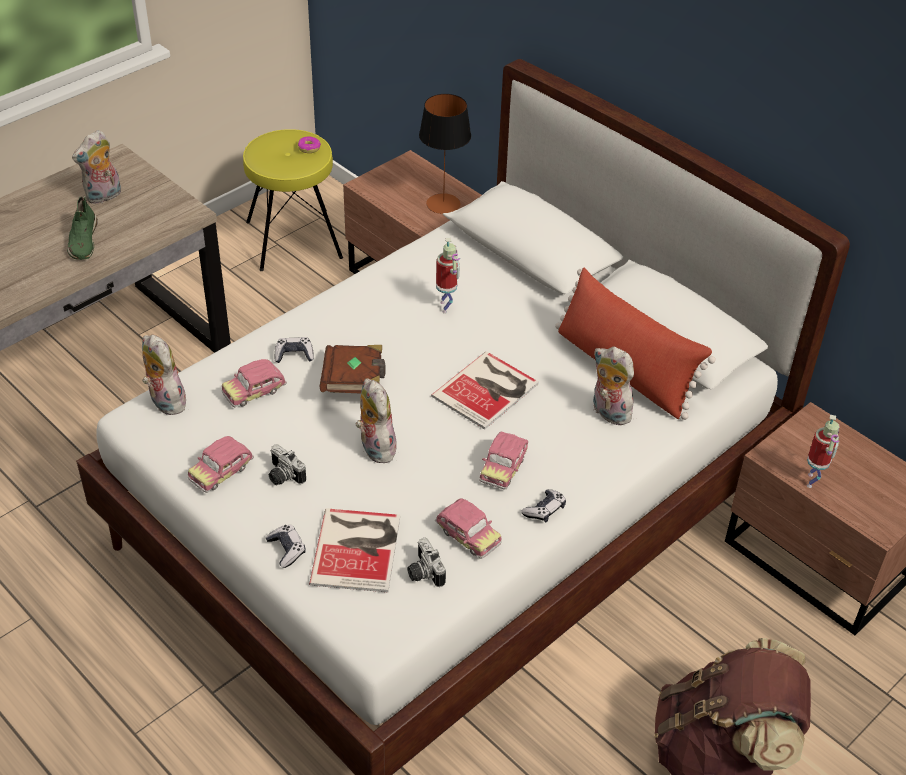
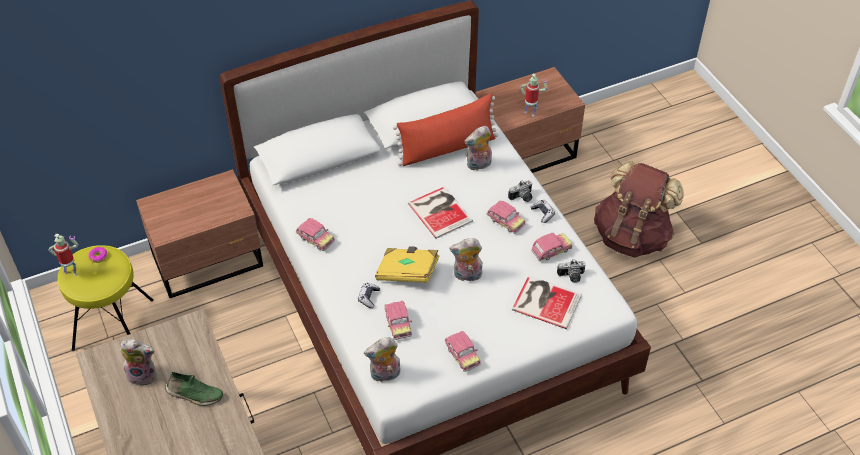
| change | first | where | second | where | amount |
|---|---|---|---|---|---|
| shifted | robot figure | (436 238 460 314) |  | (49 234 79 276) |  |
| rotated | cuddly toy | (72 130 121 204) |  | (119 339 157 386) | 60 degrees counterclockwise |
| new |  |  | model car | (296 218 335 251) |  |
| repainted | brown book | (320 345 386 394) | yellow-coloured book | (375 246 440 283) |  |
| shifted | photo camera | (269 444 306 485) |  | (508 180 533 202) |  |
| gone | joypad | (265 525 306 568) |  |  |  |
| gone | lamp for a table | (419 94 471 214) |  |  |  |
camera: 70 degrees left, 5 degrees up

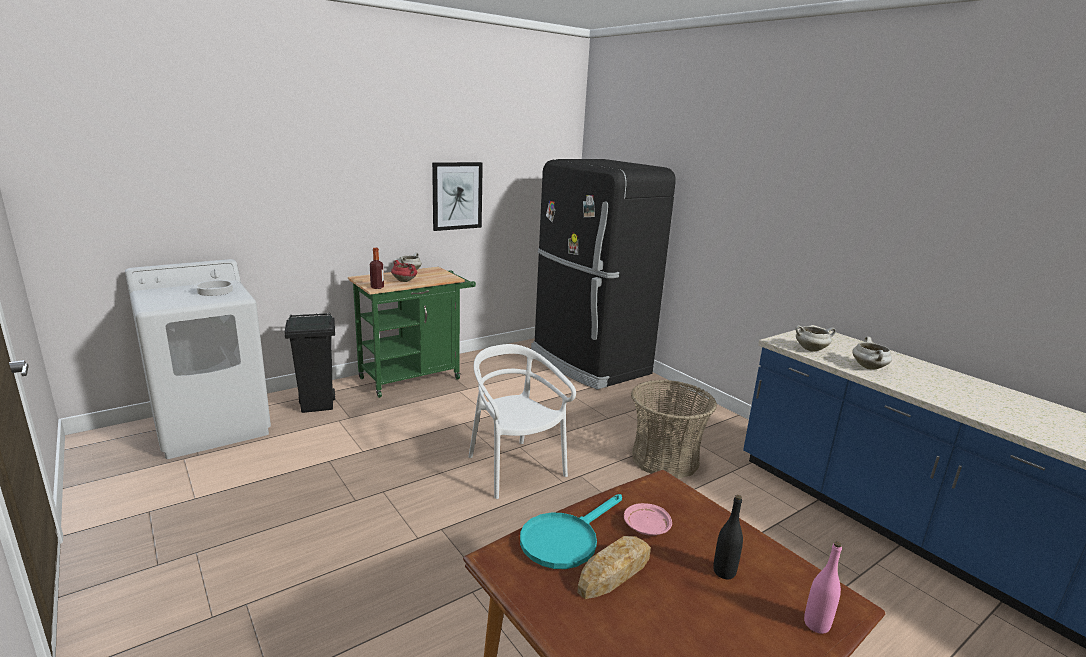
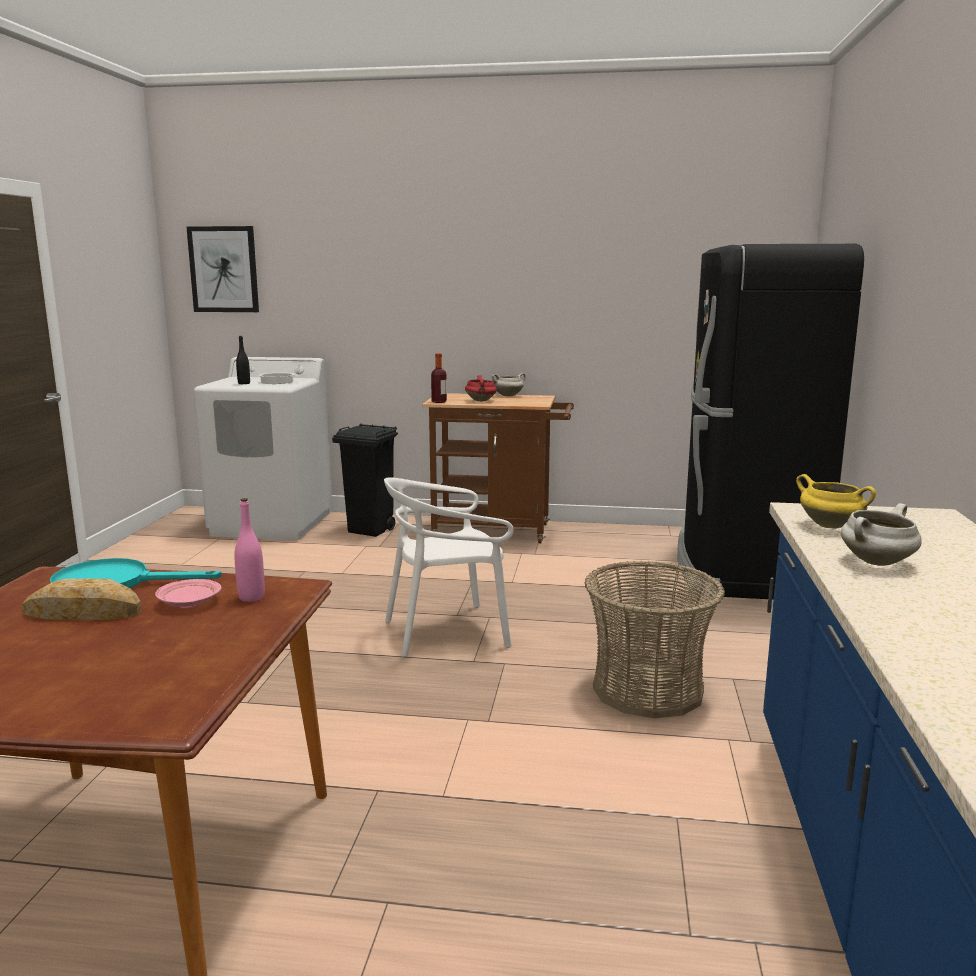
| change | first | where | second | where | amount |
|---|---|---|---|---|---|
| shifted | picture | (432 162 483 231) |  | (187 226 259 312) |  |
| shifted | pinkish drink bottle | (804 541 842 634) |  | (234 498 265 602) |  |
| shifted | black drink bottle | (713 495 743 579) |  | (236 336 250 384) |  |
| rotated | white plain chair | (469 344 576 499) |  | (384 477 514 657) | 120 degrees counterclockwise |
| repainted | green trolley | (348 267 476 398) | brown trolley | (422 393 574 544) |  |
| repainted | white cooking pot | (795 325 836 352) | yellow-coloured cooking pot | (796 474 876 529) |  |
camera: 45 degrees right, 5 degrees down

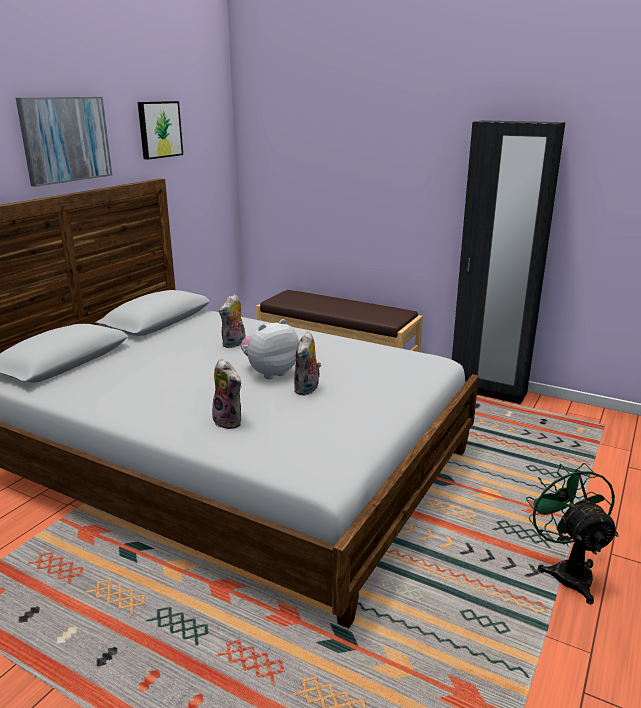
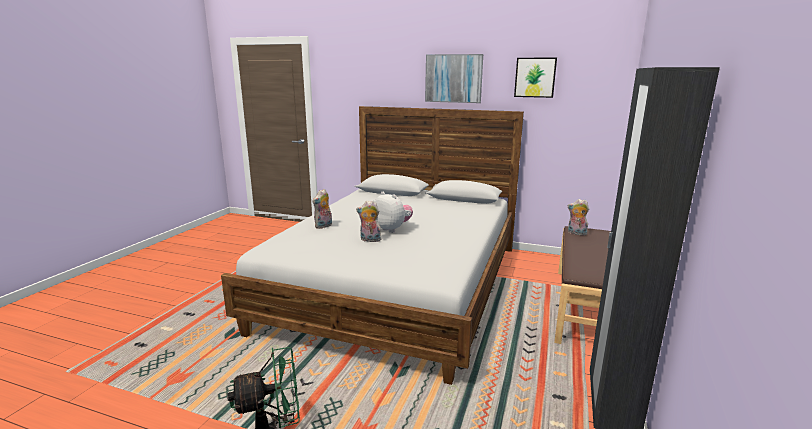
| change | first | where | second | where | amount |
|---|---|---|---|---|---|
| shifted | cuddly toy | (219 294 245 348) |  | (568 199 589 235) |  |
camera: 80 degrees right, 5 degrees down

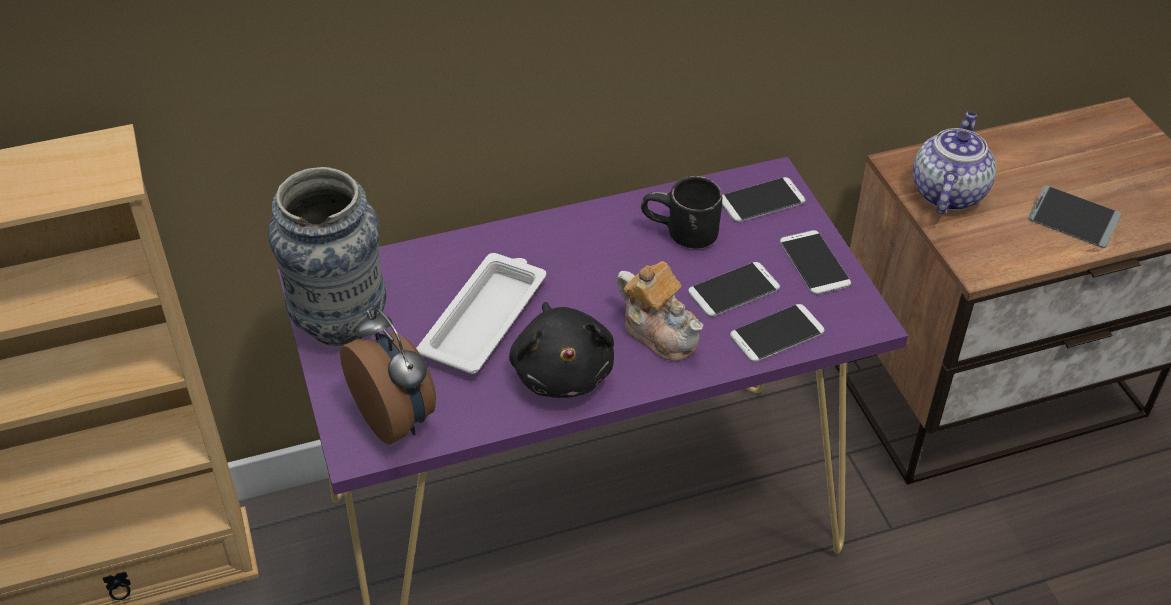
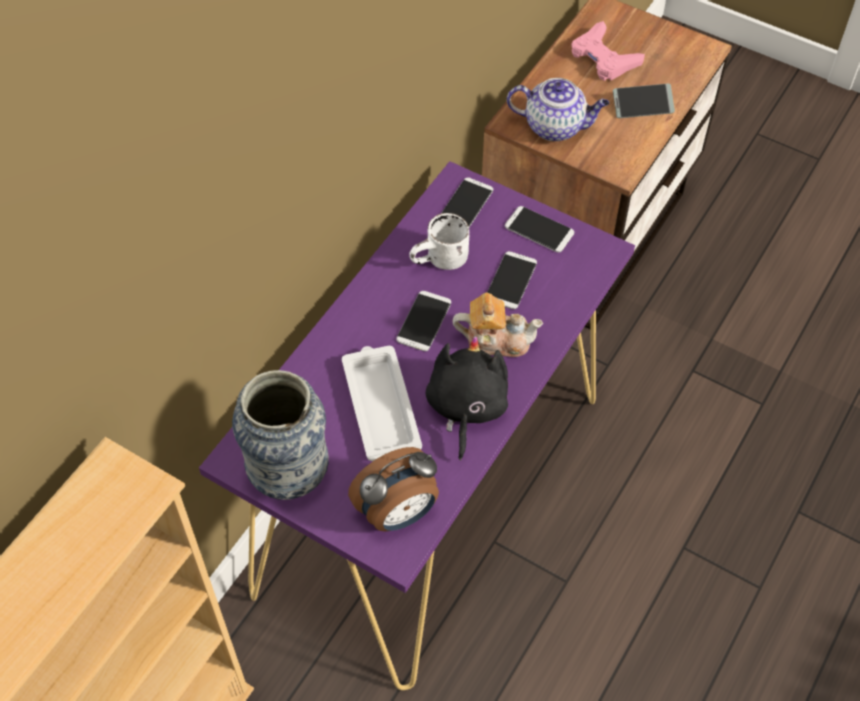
| change | first | where | second | where | amount |
|---|---|---|---|---|---|
| rotated | bedside clock | (340 308 436 445) |  | (348 447 439 531) | 135 degrees clockwise |
| shifted | handset | (730 304 825 362) |  | (396 291 451 351) |  |
| repainted | black tea mug | (641 176 723 248) | white tea mug | (409 213 469 270) |  |
| rotated | black cuddly toy | (509 302 614 398) |  | (426 336 508 461) | 120 degrees counterclockwise |
| rotated | pot for tea | (913 111 996 214) |  | (507 78 609 141) | 120 degrees clockwise |
| new |  |  | pinkish joypad | (571 21 645 81) |  |
camera: 40 degrees left, 10 degrees up

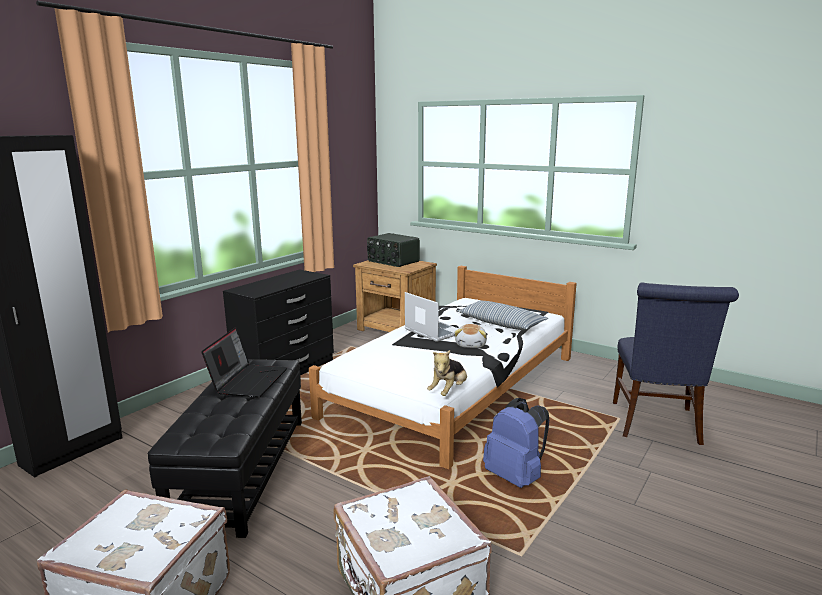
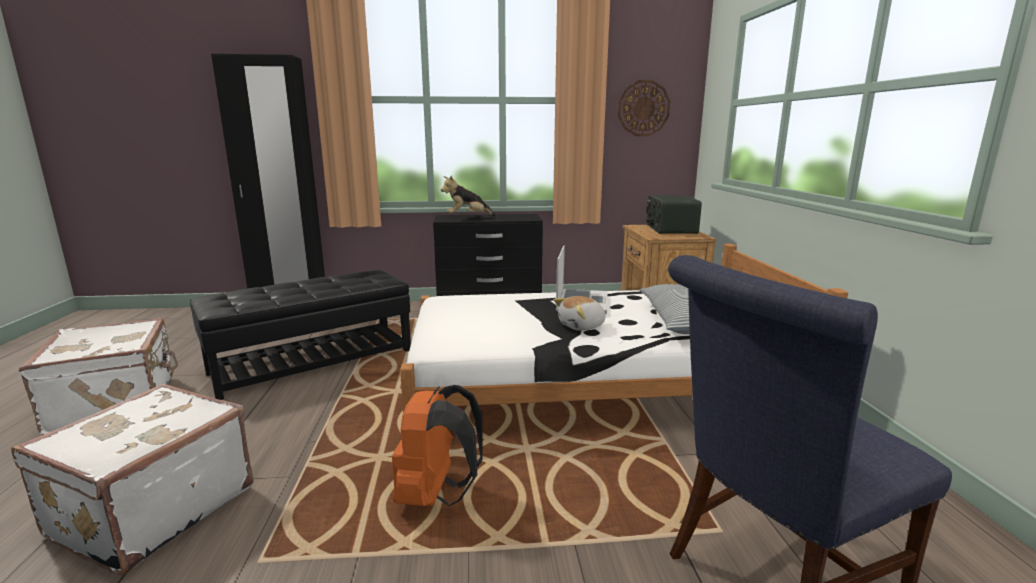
| change | first | where | second | where | amount |
|---|---|---|---|---|---|
| repainted | blue knapsack | (483 398 549 488) | orange knapsack | (392 385 483 506) |  |
| shifted | cuddly toy | (427 350 467 396) |  | (441 176 497 217) |  |
| new |  |  | wall clock | (618 80 670 136) |  |
| gone | laptop | (201 327 287 397) |  |  |  |
camera: 50 degrees right, 0 degrees up

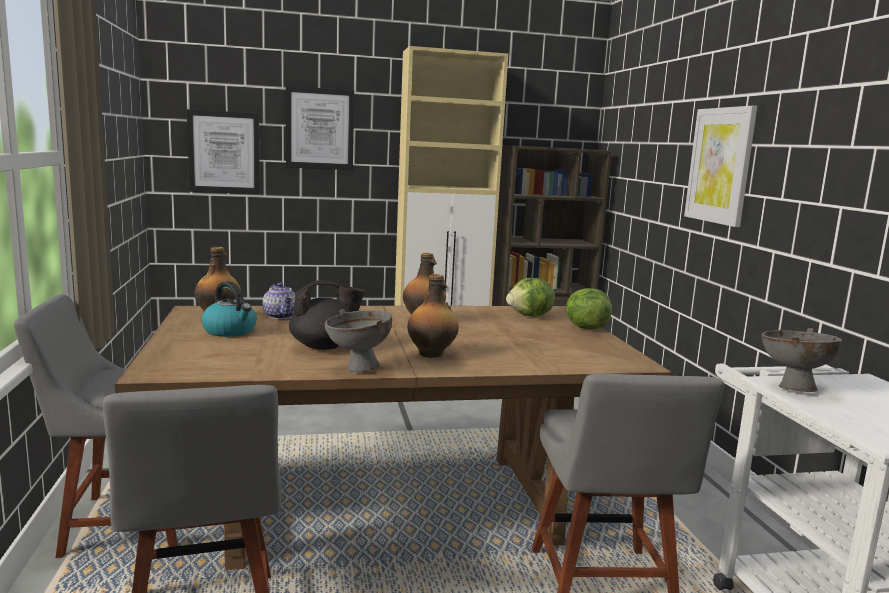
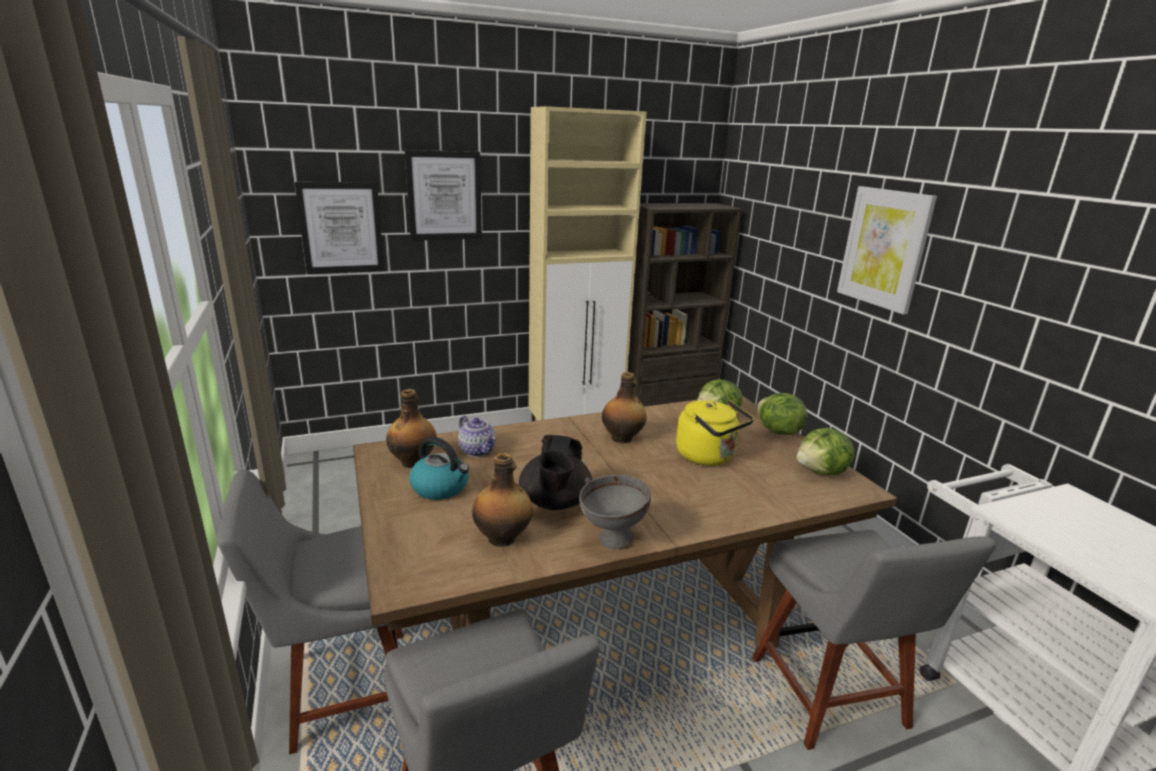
| change | first | where | second | where | amount |
|---|---|---|---|---|---|
| shifted | drink bottle | (407 274 459 358) |  | (472 453 533 547) |  |
| rotated | black pot for tea | (289 280 365 350) |  | (519 435 592 510) | 120 degrees clockwise |
| new |  |  | yellow-coloured tea kettle | (676 400 754 466) |  |
| new |  |  | head of lettuce | (797 428 855 475) |  |
| gone | gray bowl | (762 328 842 392) |  |  |  |
camera: 10 degrees left, 10 degrees up

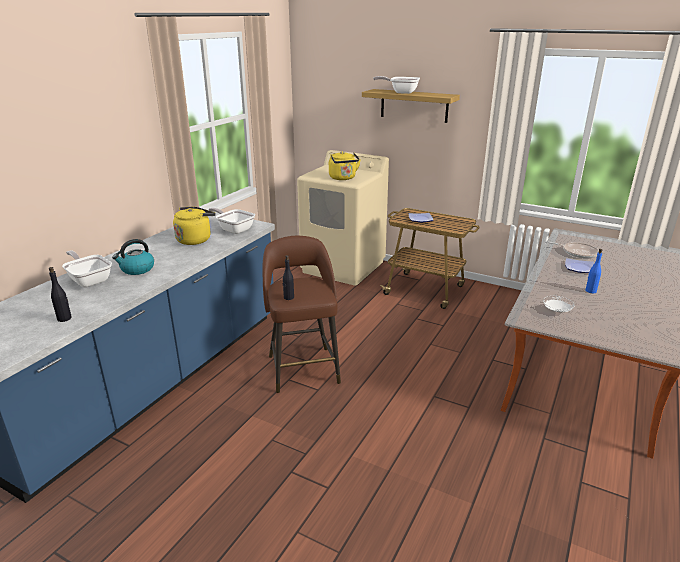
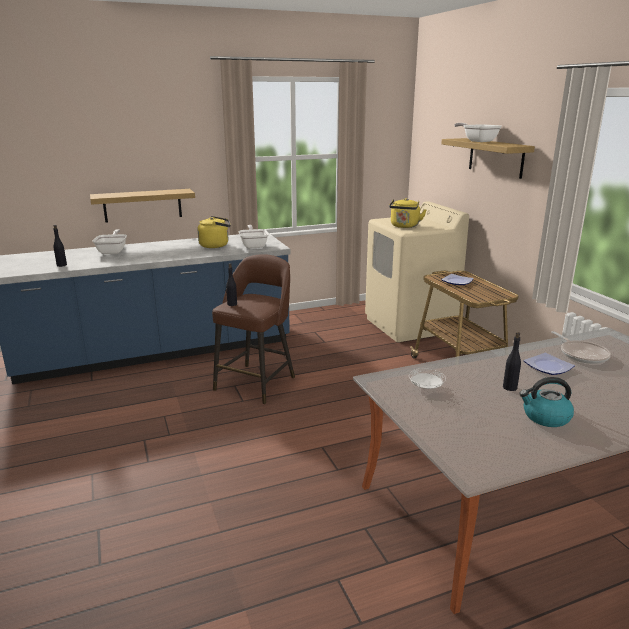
| change | first | where | second | where | amount |
|---|---|---|---|---|---|
| new |  |  | shelf | (90 189 195 223) |  |
| repainted | blue drink bottle | (585 249 602 293) | black drink bottle | (503 332 521 391) |  |
| shifted | tea kettle | (112 239 154 275) |  | (519 377 574 427) |  |
camera: 40 degrees right, 5 degrees down

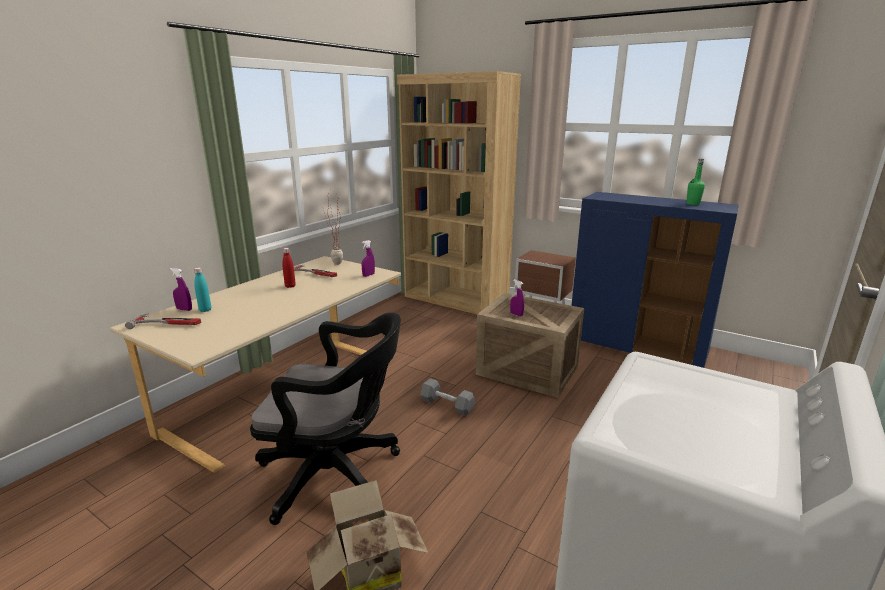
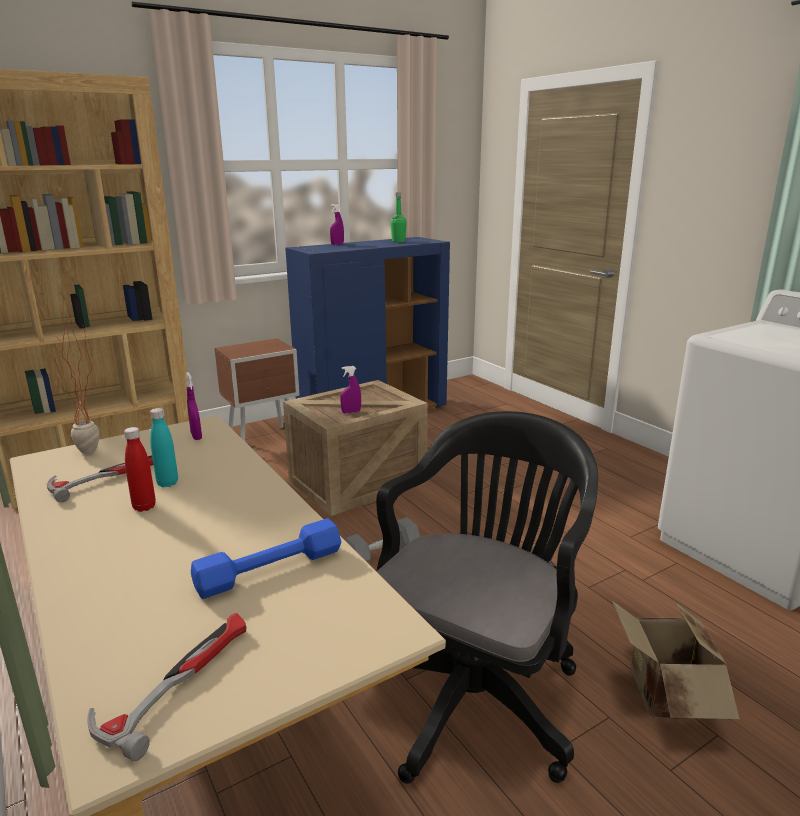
| change | first | where | second | where | amount |
|---|---|---|---|---|---|
| shifted | blue-green drink bottle | (194 267 211 312) |  | (150 408 178 487) |  |
| new |  |  | blue free weight | (191 518 341 599) |  |
| shifted | purple-coloured sprayer | (170 268 192 311) |  | (330 204 344 245) |  |
camera: 65 degrees left, 0 degrees up

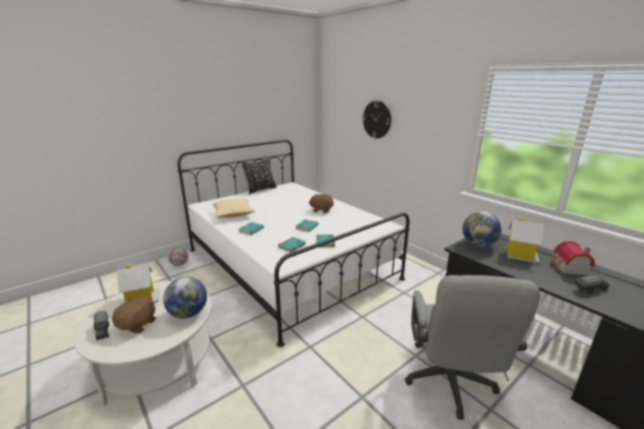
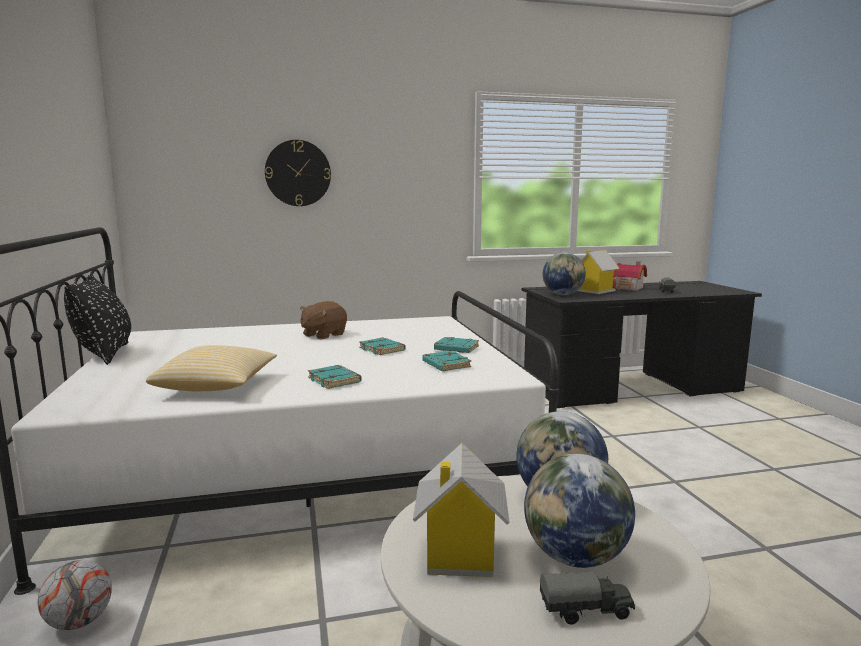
| change | first | where | second | where | amount |
|---|---|---|---|---|---|
| swapped | brown cuddly toy | (112 296 156 333) | desk globe | (524 454 635 568) |  |
| gone | gray computer chair | (405 275 540 420) |  |  |  |
camera: 65 degrees left, 10 degrees down

